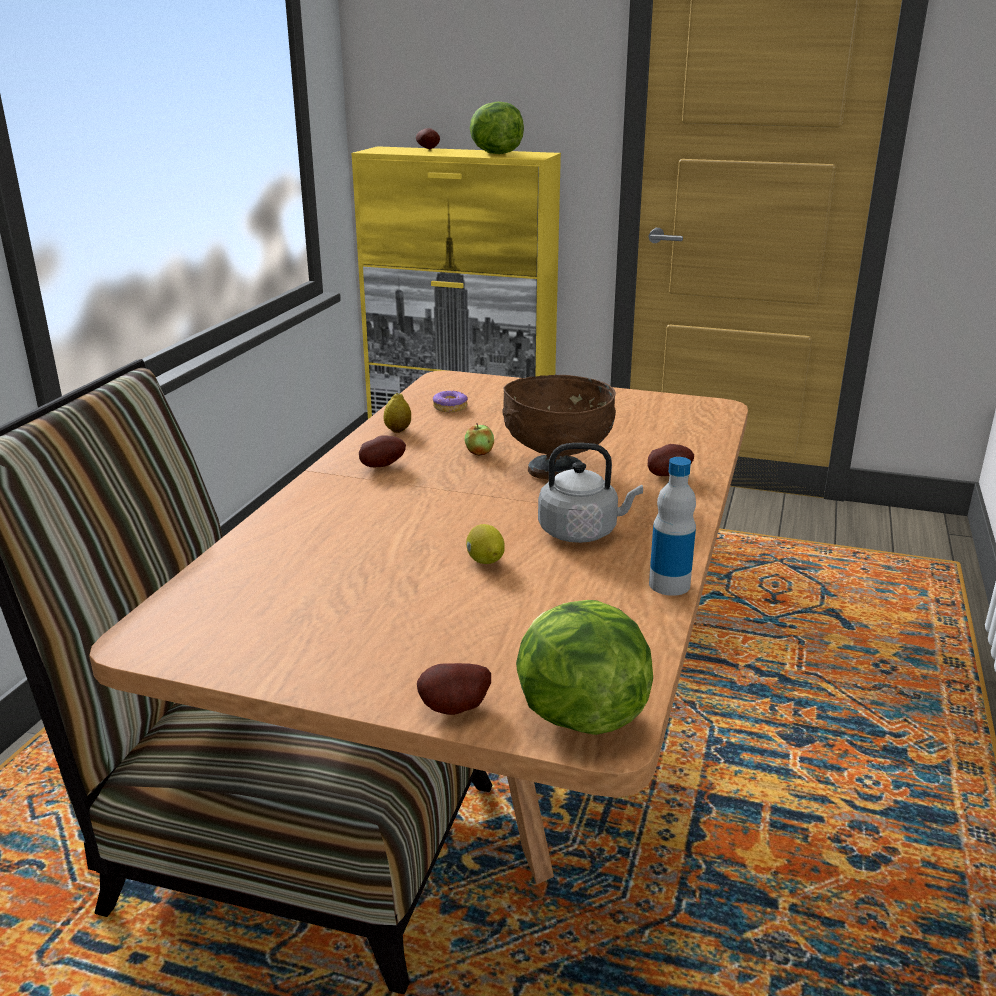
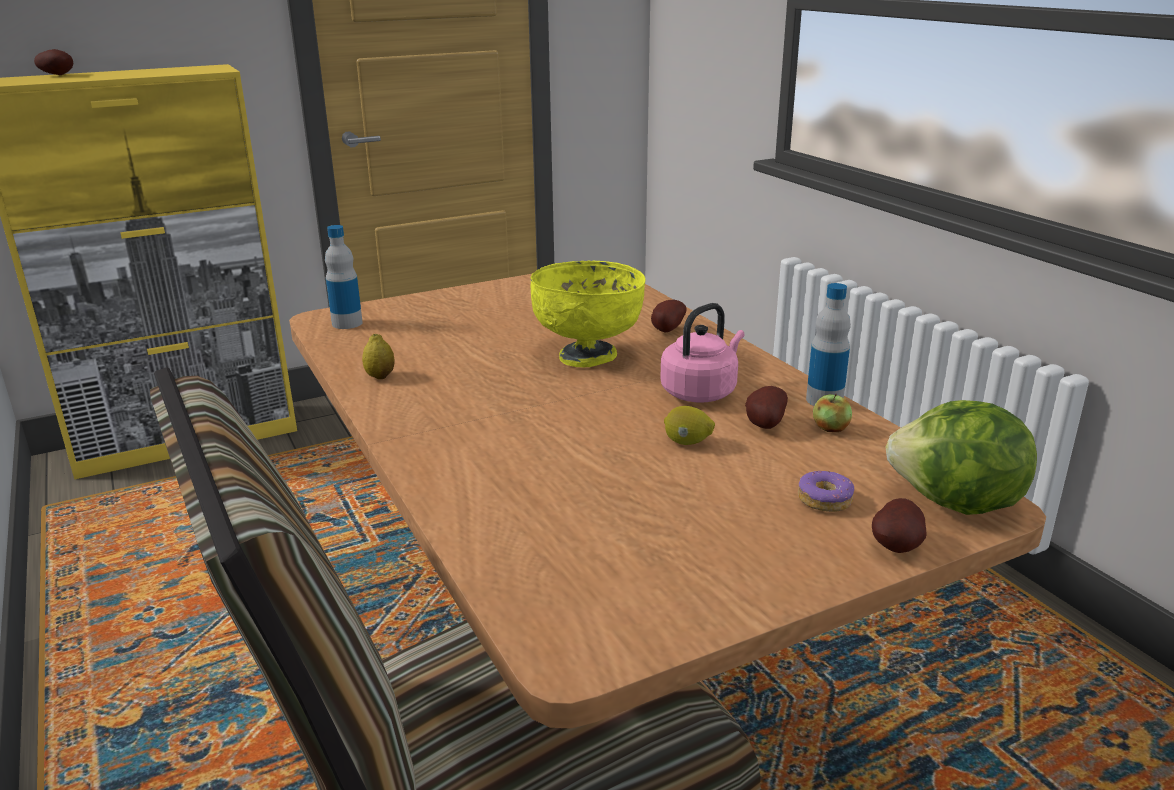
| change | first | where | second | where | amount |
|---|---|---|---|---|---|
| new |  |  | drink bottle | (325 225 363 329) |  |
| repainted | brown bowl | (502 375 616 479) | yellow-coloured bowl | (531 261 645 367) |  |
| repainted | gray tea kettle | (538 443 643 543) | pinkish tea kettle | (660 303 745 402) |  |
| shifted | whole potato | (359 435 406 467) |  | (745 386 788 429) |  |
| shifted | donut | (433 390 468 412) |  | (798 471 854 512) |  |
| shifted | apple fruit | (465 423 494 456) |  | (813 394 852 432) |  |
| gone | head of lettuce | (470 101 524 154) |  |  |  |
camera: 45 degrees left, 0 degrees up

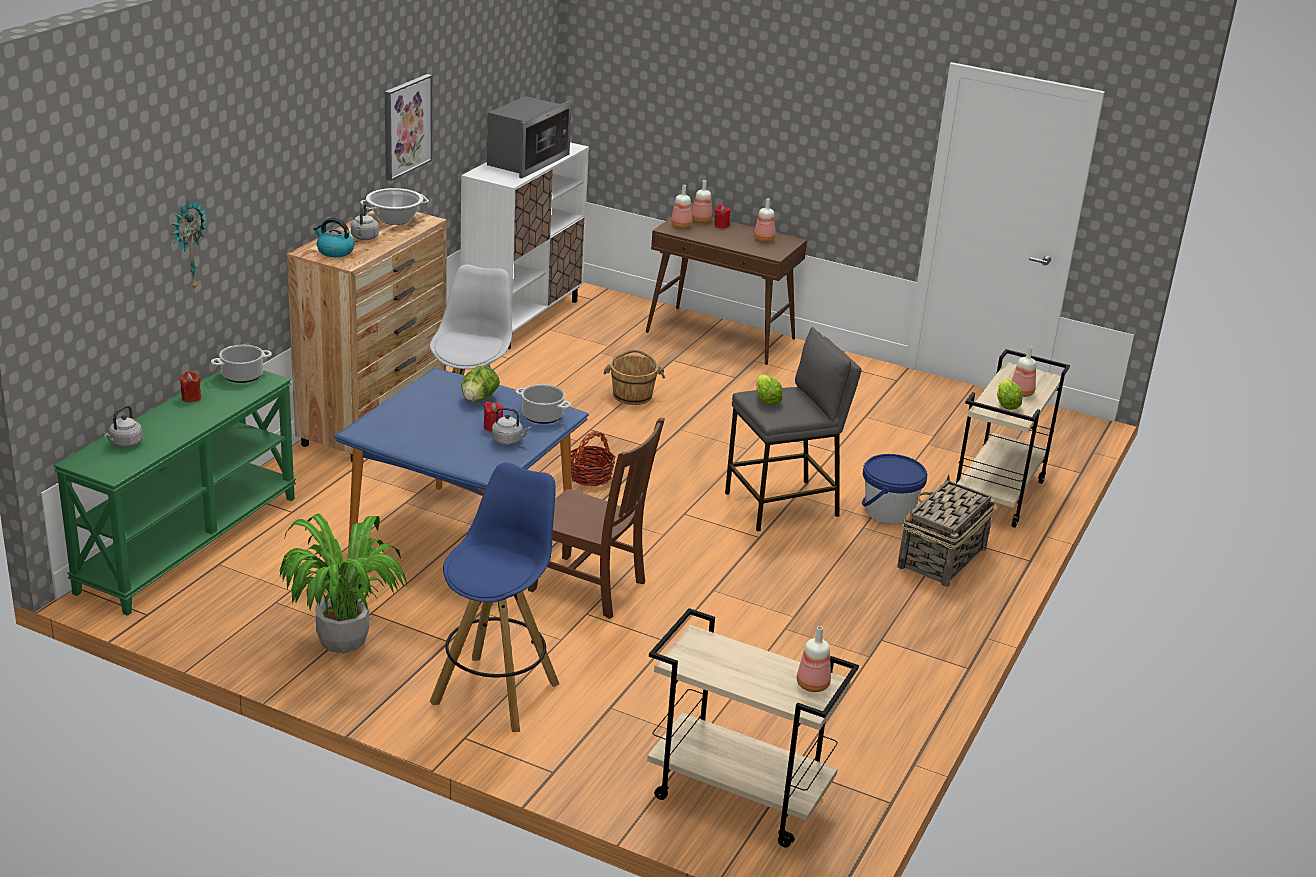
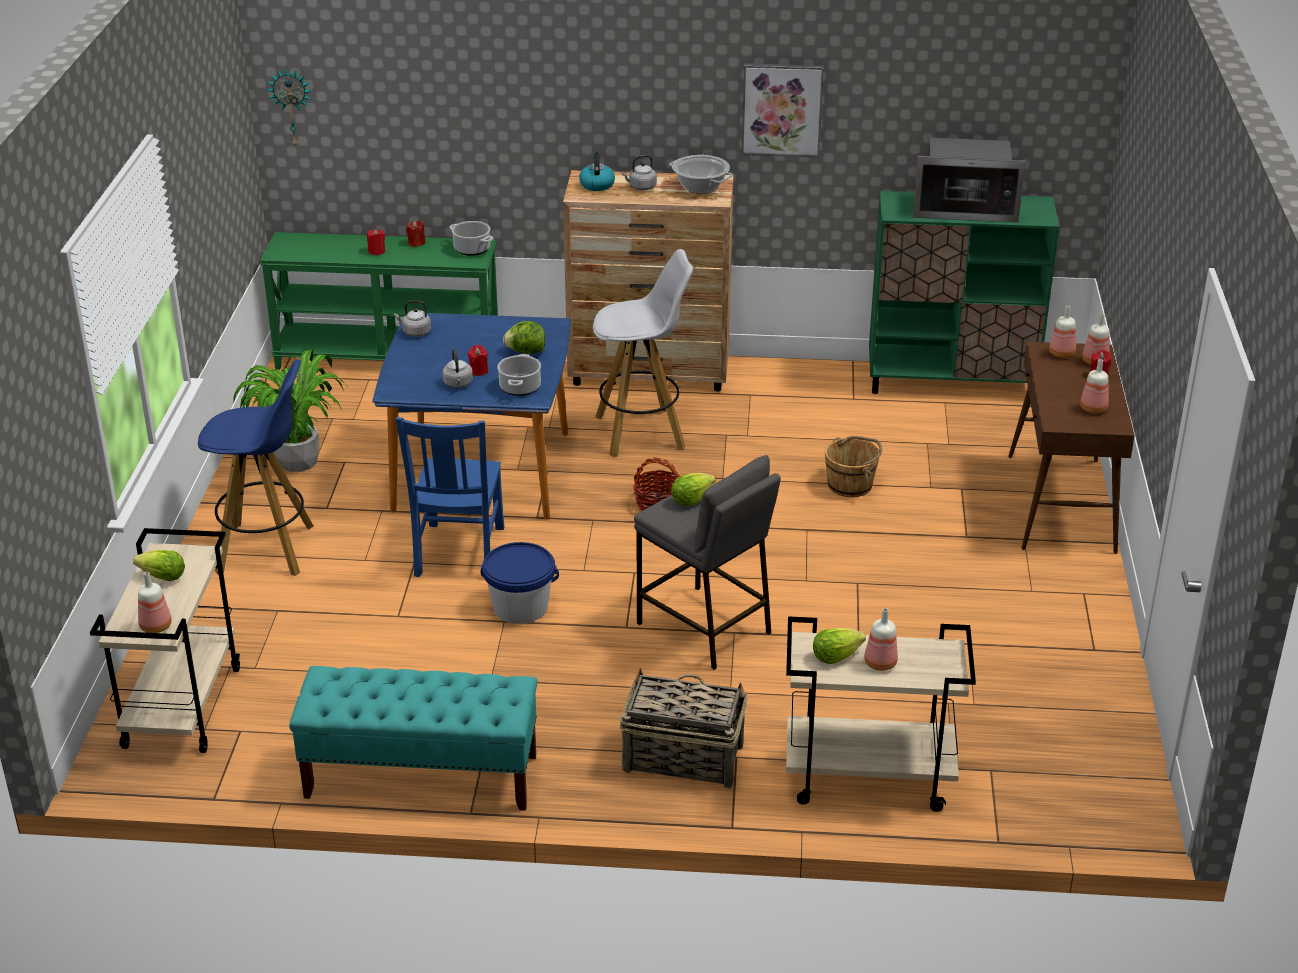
| change | first | where | second | where | amount |
|---|---|---|---|---|---|
| new |  |  | head of lettuce | (133 550 185 581) |  |
| shifted | wall clock | (172 200 207 291) |  | (267 69 312 148) |  |
| new |  |  | blue-green long seat | (289 666 537 811) |  |
| new |  |  | reddish wax light | (367 229 385 255) |  |
| shifted | gray tea kettle | (103 405 143 448) |  | (394 301 431 337) |  |
| repainted | brown plain chair | (528 418 665 619) | blue plain chair | (395 417 504 577) |  |
| shifted | blue pail | (862 454 927 524) |  | (481 542 559 624) |  |
| repainted | white cupboard | (460 142 589 349) | green cupboard | (869 191 1060 394) |  |
camera: 70 degrees right, 5 degrees up

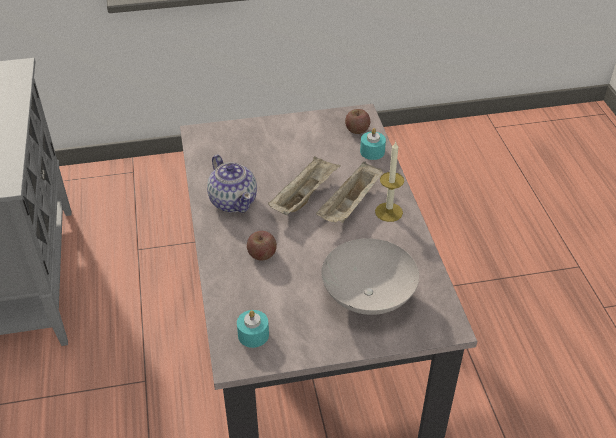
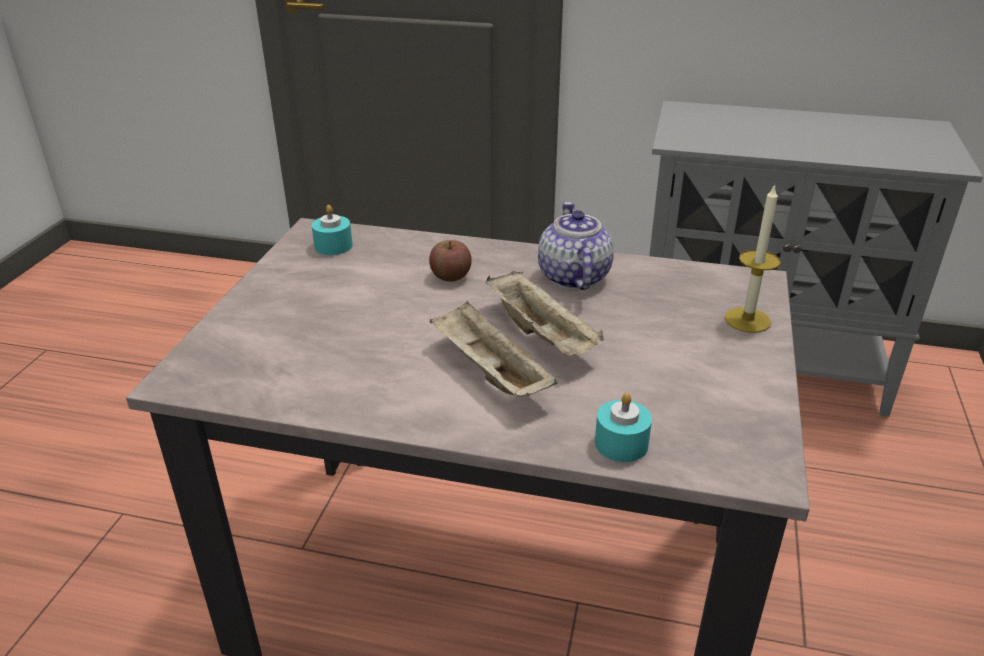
| change | first | where | second | where | amount |
|---|---|---|---|---|---|
| rotated | pot for tea | (207 155 257 213) |  | (538 202 614 290) | 90 degrees clockwise |
| shifted | wax light | (375 142 404 222) |  | (725 184 781 333) |  |
| gone | white bowl | (322 238 419 315) |  |  |  |
| gone | apple fruit | (345 109 370 134) |  |  |  |
camera: 115 degrees right, 10 degrees down

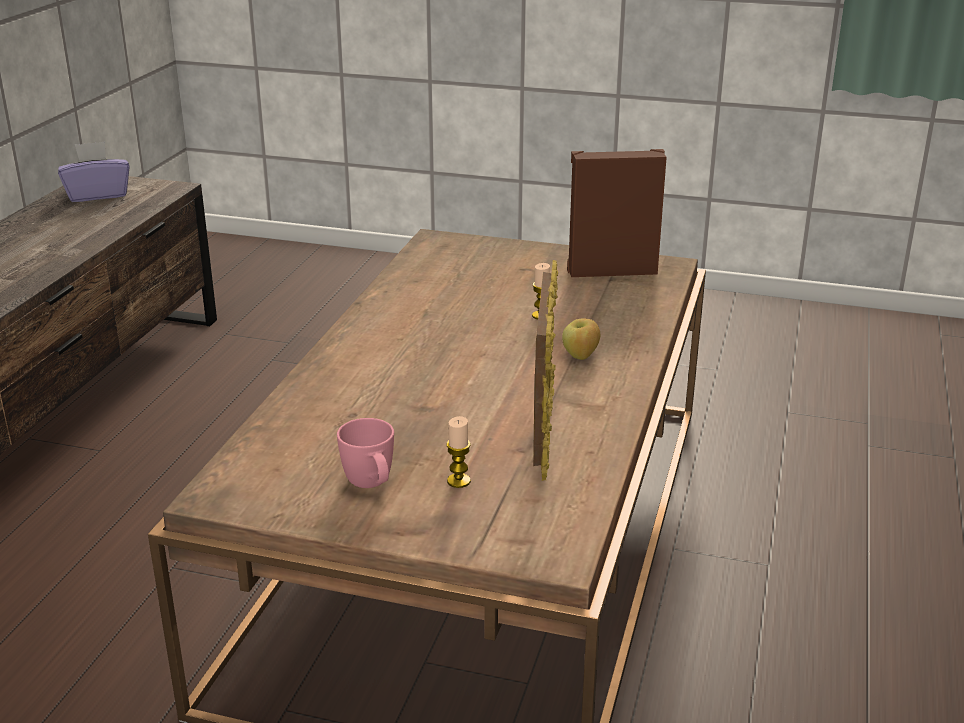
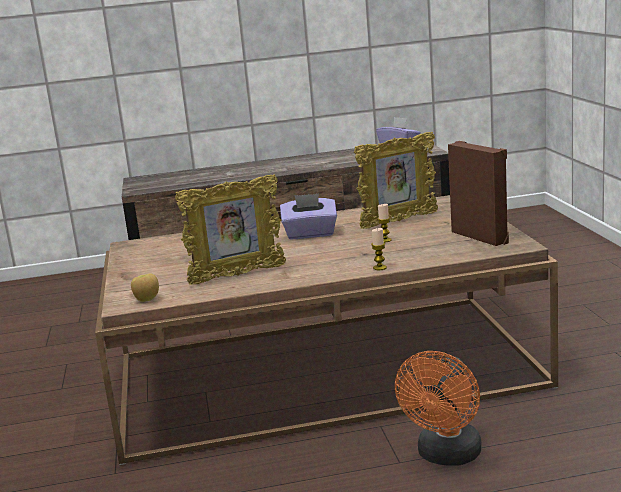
| change | first | where | second | where | amount |
|---|---|---|---|---|---|
| shifted | apple fruit | (562 318 600 360) |  | (131 273 159 302) |  |
| new |  |  | purple-coloured tissue holder | (280 194 337 239) |  |
| new |  |  | standing frame | (354 132 438 229) |  |
| shifted | wax light | (446 416 471 488) |  | (371 228 387 270) |  |
| new |  |  | orange electric fan | (395 351 482 466) |  |
| gone | pinkish tea mug | (337 418 394 488) |  |  |  |
camera: 65 degrees right, 10 degrees down

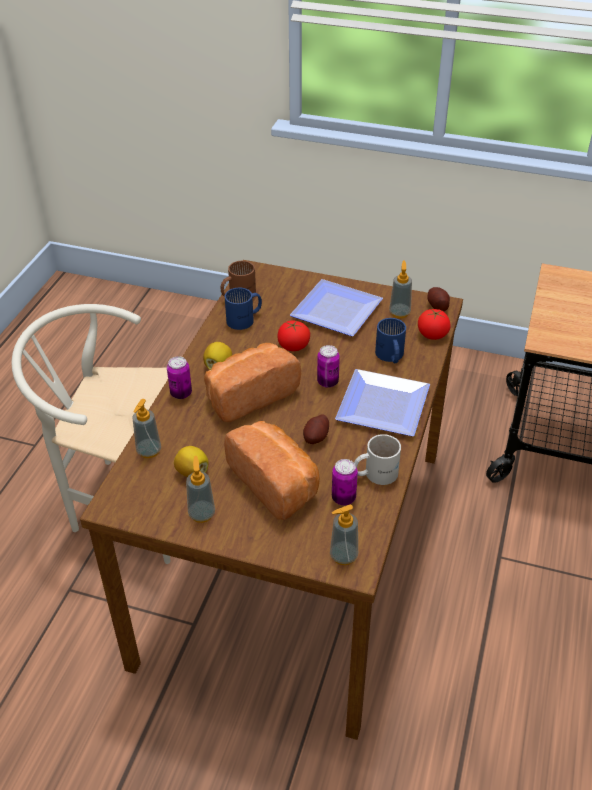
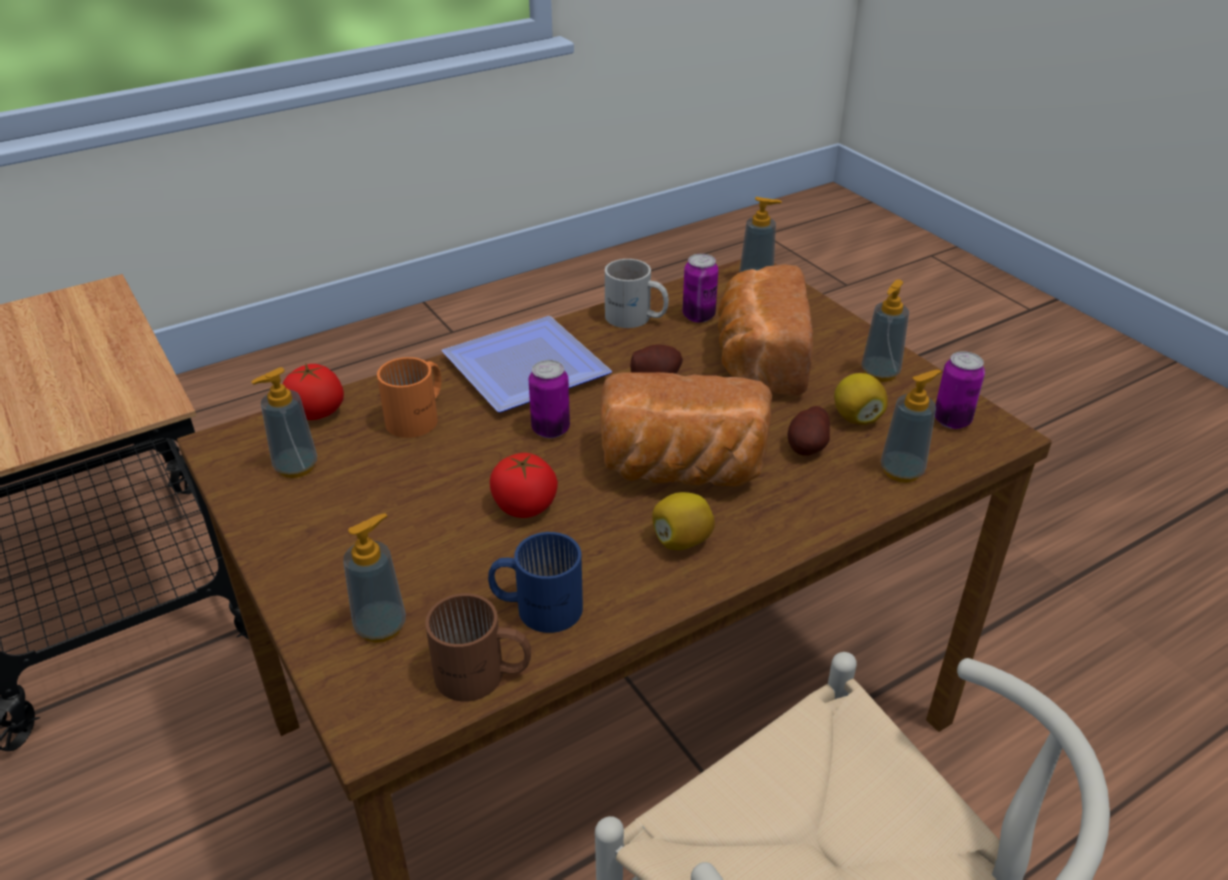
| change | first | where | second | where | amount |
|---|---|---|---|---|---|
| new |  |  | soap dispenser | (343 513 406 643) |  |
| repainted | blue tea mug | (375 318 406 363) | orange tea mug | (377 357 441 438) |  |
| shifted | whole potato | (427 287 450 311) |  | (787 406 830 456) |  |
| shifted | sealed can | (167 356 192 399) |  | (935 351 985 429) |  |
| gone | dinner plate | (290 279 383 336) |  |  |  |
camera: 140 degrees left, 5 degrees down

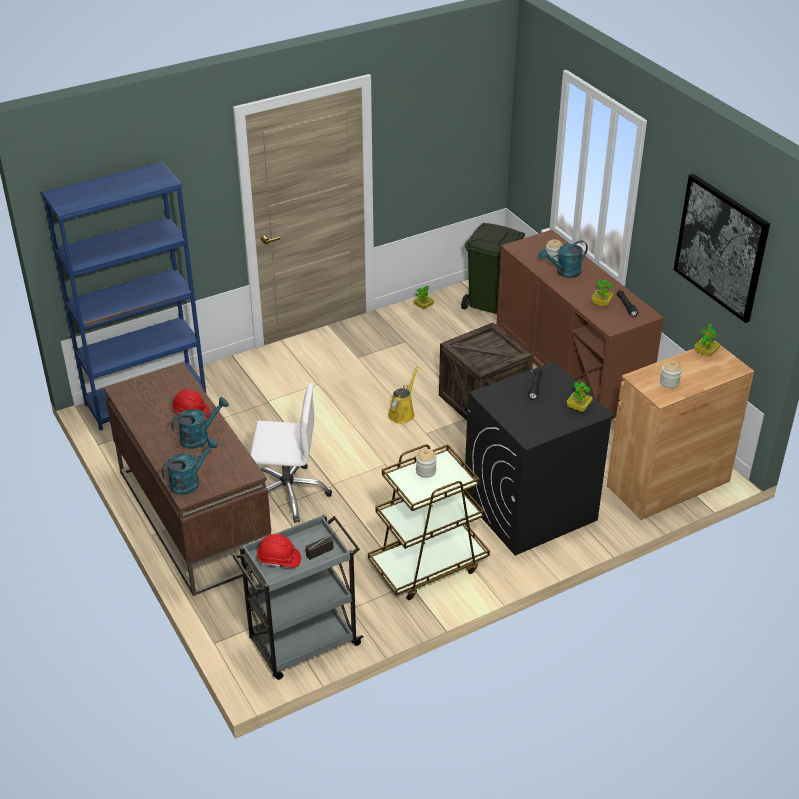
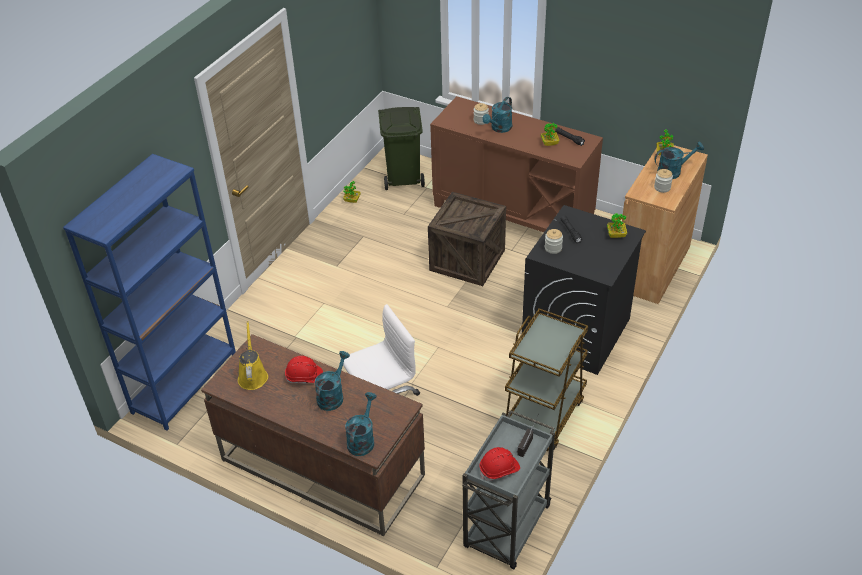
| change | first | where | second | where | amount |
|---|---|---|---|---|---|
| shifted | yellow-coloured sprinkling can | (388 367 418 424) |  | (238 321 268 390) |  |
| shifted | jar | (416 449 437 478) |  | (545 229 563 254) |  |
| new |  |  | blue-green sprinkling can | (655 141 704 179) |  |
| gone | picture | (674 174 770 323) |  |  |  |
camera: 30 degrees left, 5 degrees up

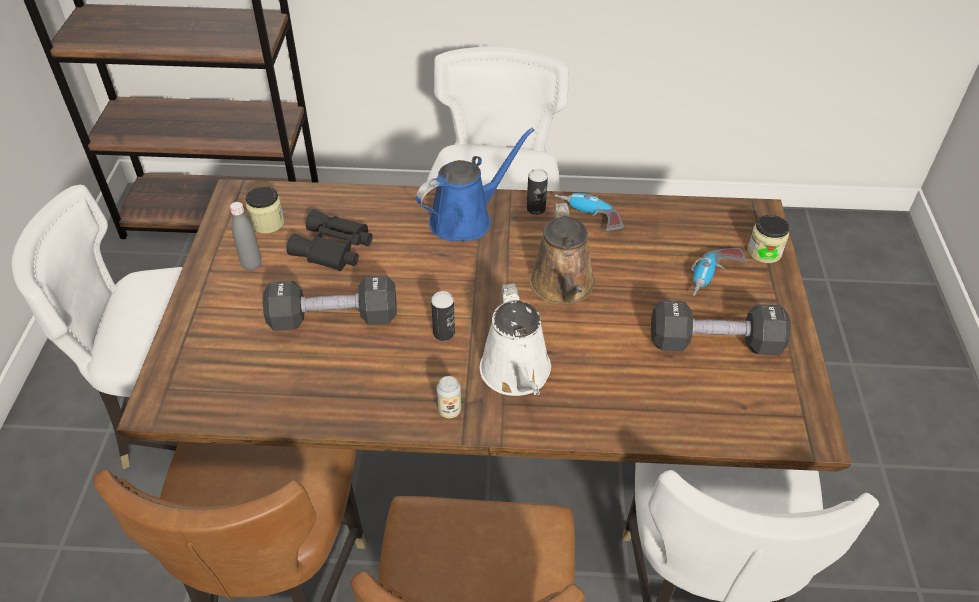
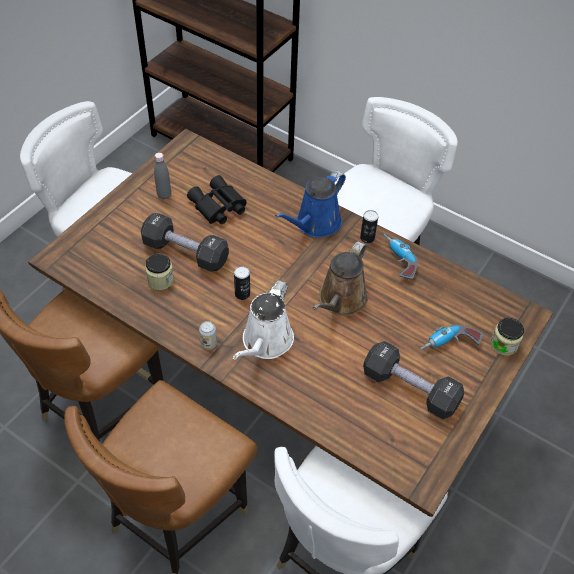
| change | first | where | second | where | amount |
|---|---|---|---|---|---|
| shifted | jar | (246 186 285 234) |  | (145 254 174 290) |  |
| rotated | blue sprinkling can | (416 128 535 241) |  | (275 171 346 238) | 135 degrees clockwise |
camera: 30 degrees right, 5 degrees up

